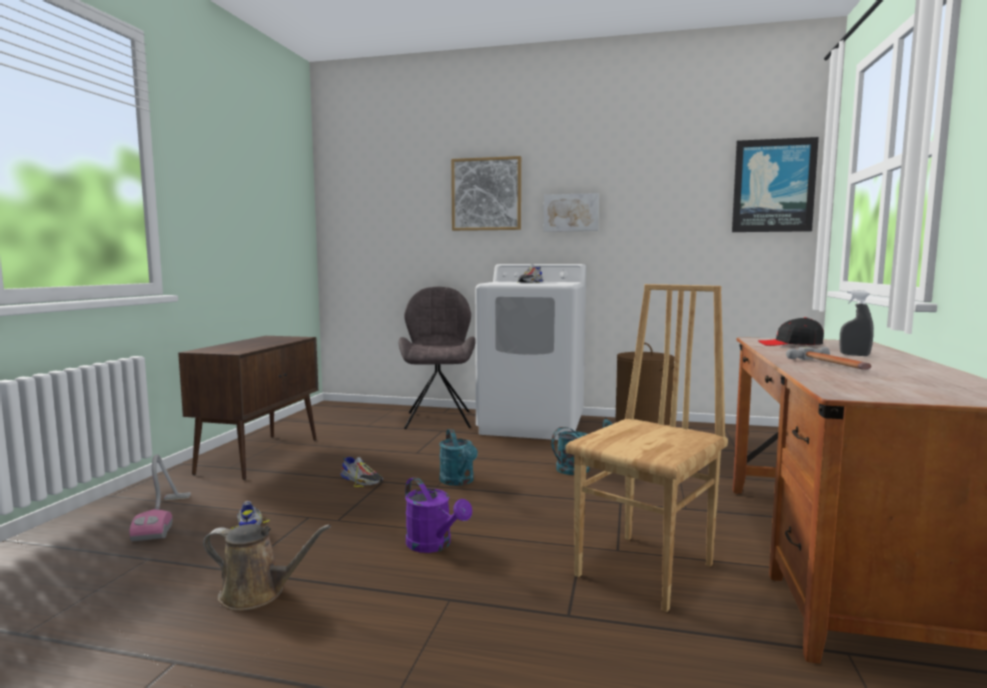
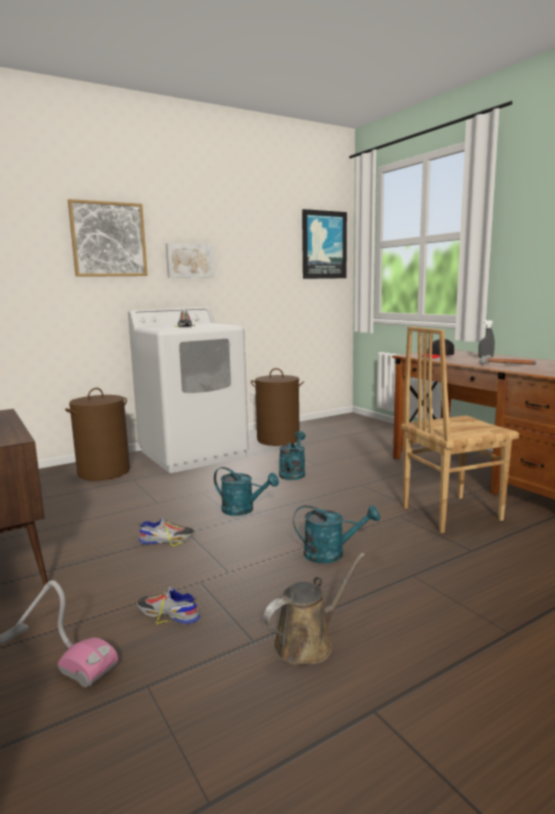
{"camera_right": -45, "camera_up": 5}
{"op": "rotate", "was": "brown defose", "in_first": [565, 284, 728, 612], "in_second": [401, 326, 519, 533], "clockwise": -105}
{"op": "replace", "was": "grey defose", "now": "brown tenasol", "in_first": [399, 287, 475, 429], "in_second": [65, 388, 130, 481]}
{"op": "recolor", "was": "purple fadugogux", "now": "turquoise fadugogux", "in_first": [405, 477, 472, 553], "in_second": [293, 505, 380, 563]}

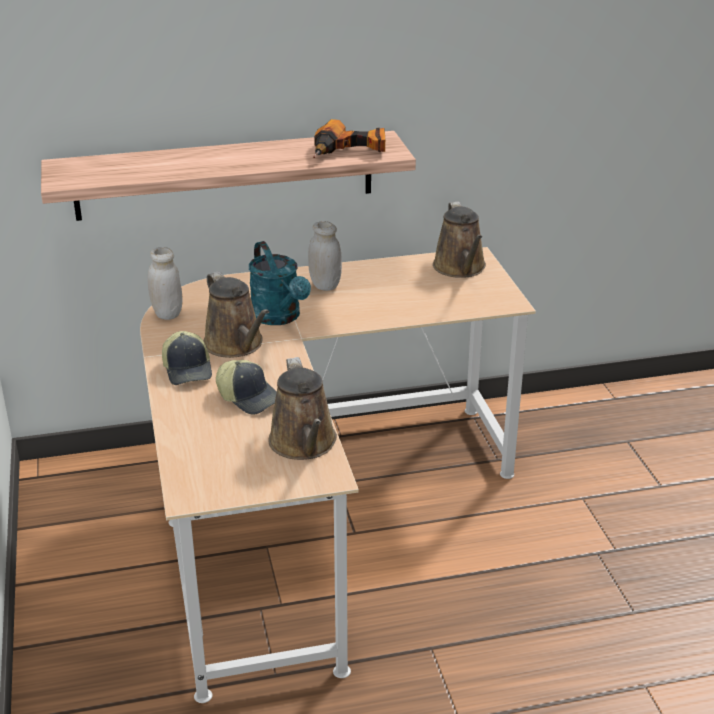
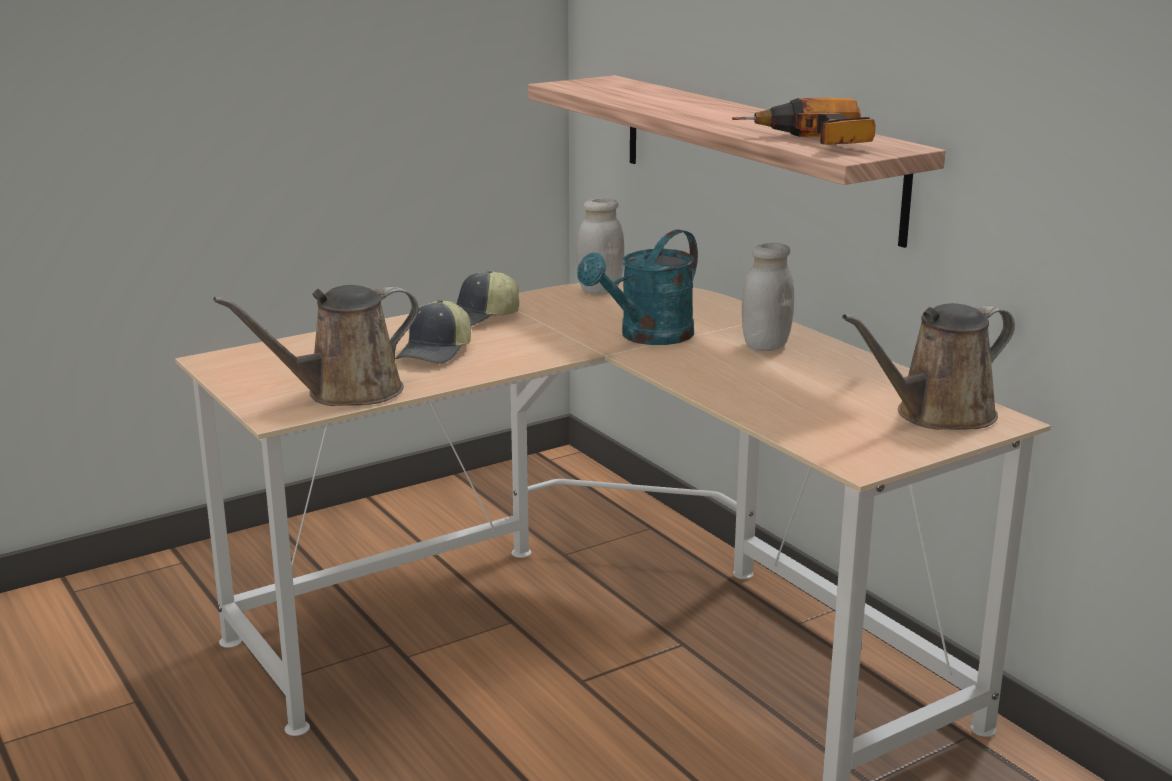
{"camera_right": 70, "camera_up": -10}
{"op": "delete", "was": "brown fadugogux", "in_first": [204, 271, 269, 358]}

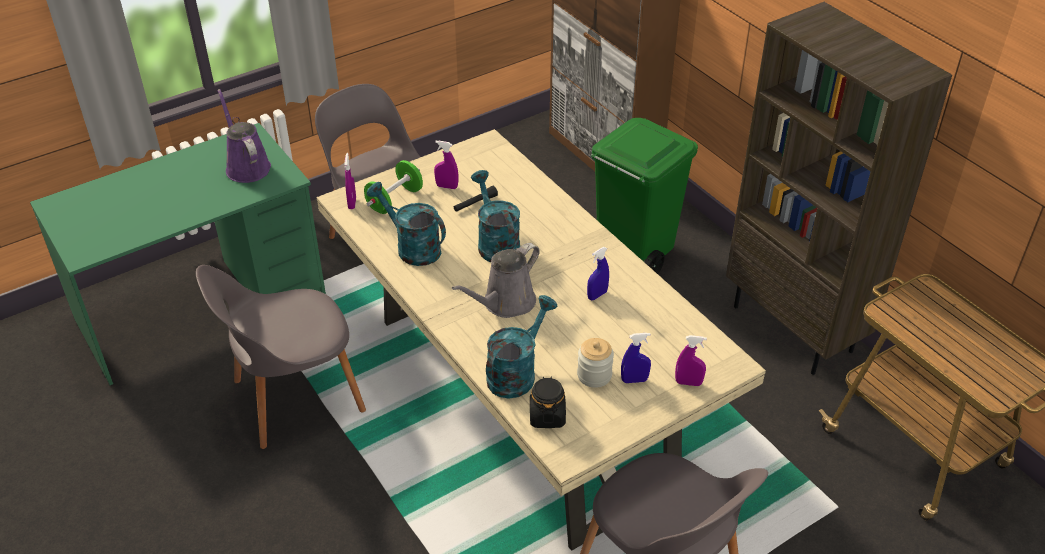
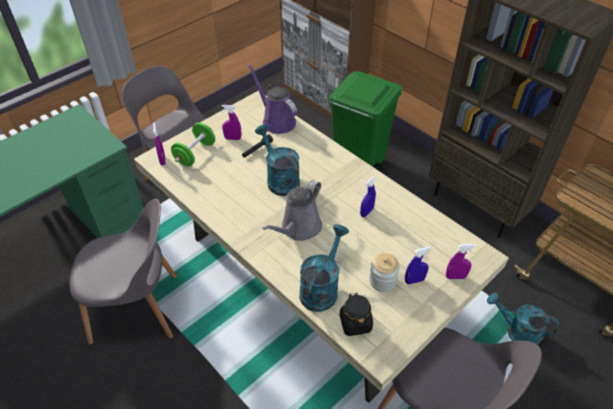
{"camera_right": -10, "camera_up": 5}
{"op": "move", "was": "purple fadugogux", "in_first": [217, 89, 271, 183], "in_second": [248, 64, 297, 134]}
{"op": "move", "was": "turquoise fadugogux", "in_first": [367, 182, 446, 266], "in_second": [487, 293, 559, 345]}
{"op": "rotate", "was": "grey defose", "in_first": [196, 265, 366, 449], "in_second": [70, 199, 177, 345], "clockwise": -150}

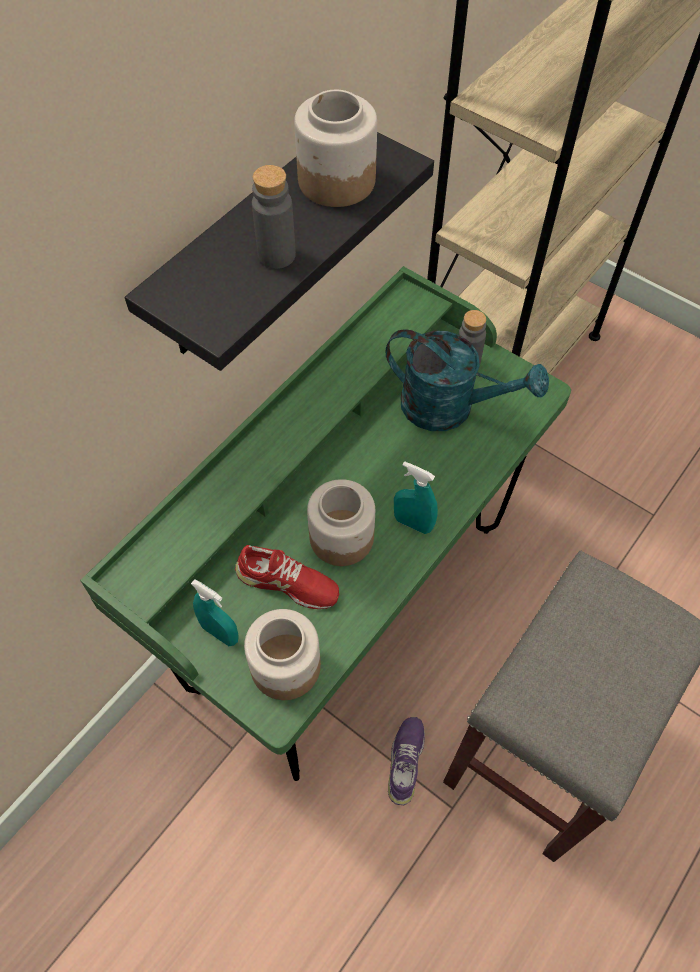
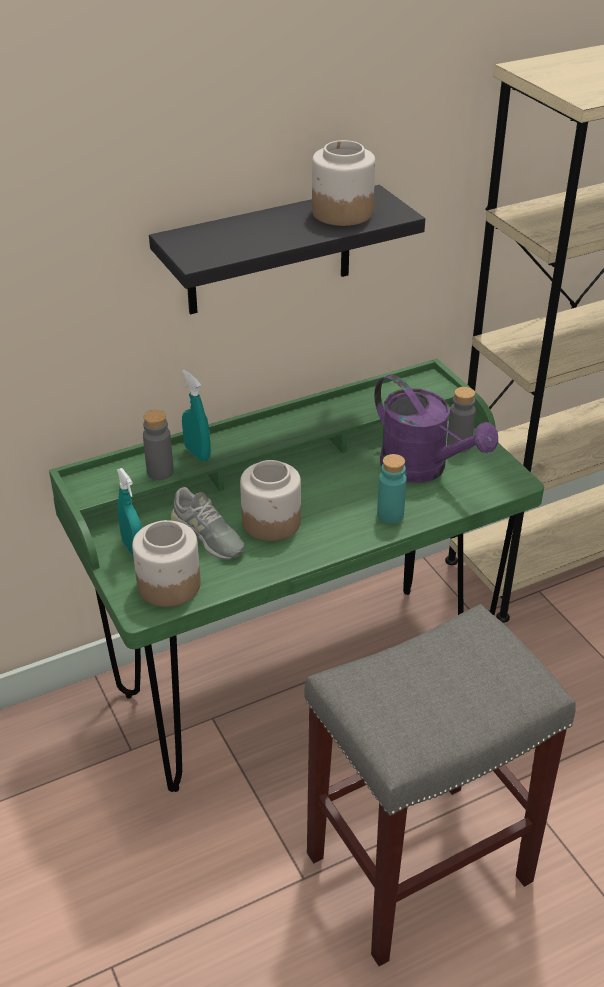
{"camera_right": 25, "camera_up": -20}
{"op": "move", "was": "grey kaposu", "in_first": [252, 165, 296, 269], "in_second": [143, 410, 174, 480]}
{"op": "recolor", "was": "turquoise fadugogux", "now": "purple fadugogux", "in_first": [385, 329, 549, 431], "in_second": [374, 374, 498, 483]}
{"op": "move", "was": "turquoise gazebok", "in_first": [394, 461, 438, 534], "in_second": [182, 370, 211, 461]}
{"op": "recolor", "was": "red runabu", "now": "grey runabu", "in_first": [235, 545, 339, 609], "in_second": [171, 487, 245, 559]}
{"op": "delete", "was": "purple runabu", "in_first": [388, 717, 425, 805]}
{"op": "insert", "now": "turquoise kaposu", "in_second": [377, 454, 407, 524]}

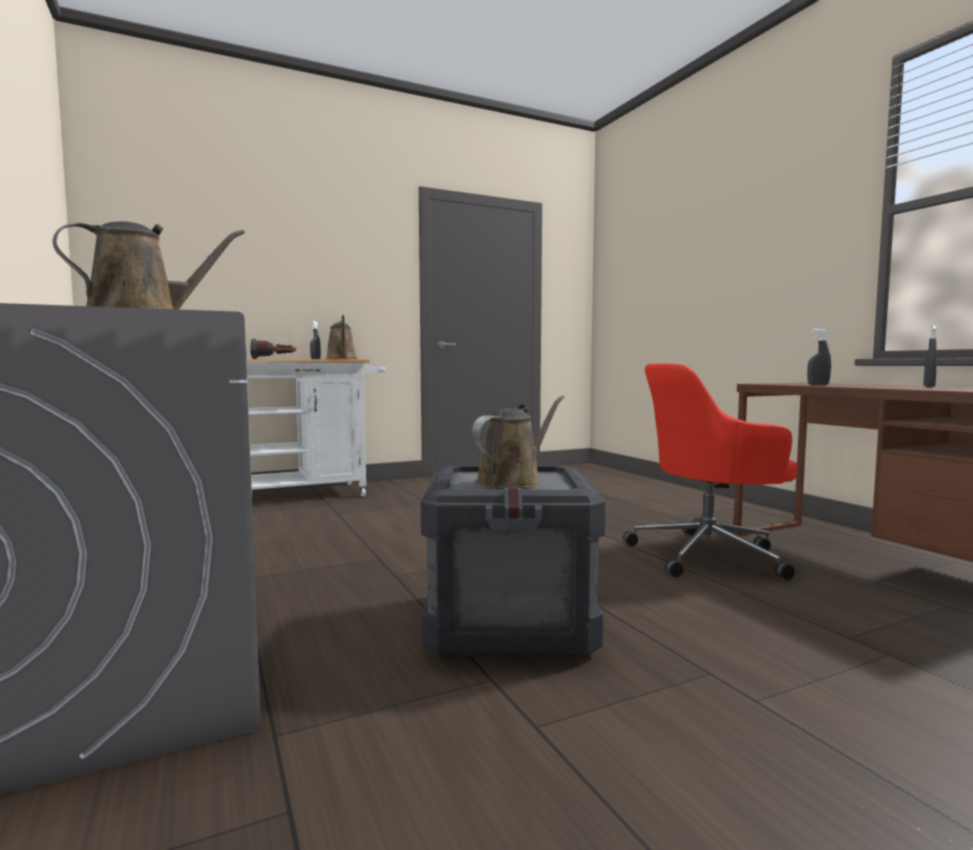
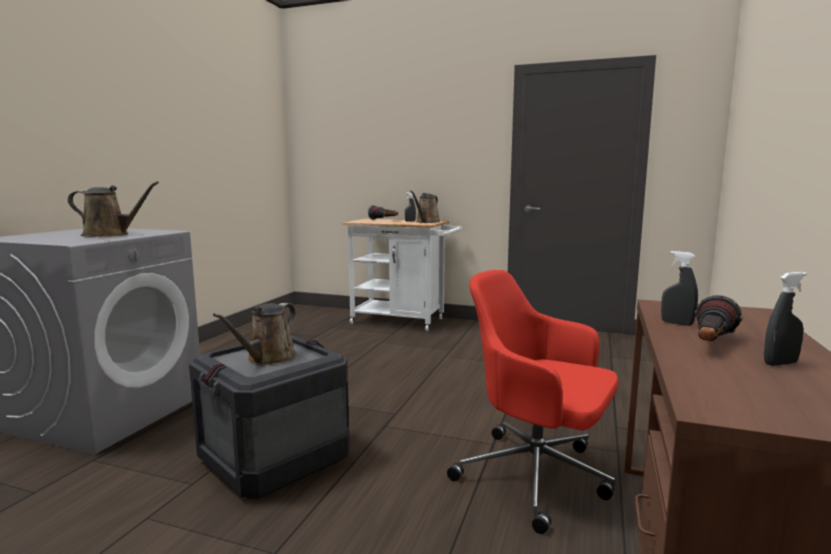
{"camera_right": 45, "camera_up": 5}
{"op": "rotate", "was": "brown fadugogux", "in_first": [472, 395, 564, 489], "in_second": [213, 303, 297, 365], "clockwise": 120}
{"op": "insert", "now": "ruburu", "in_second": [695, 295, 742, 341]}

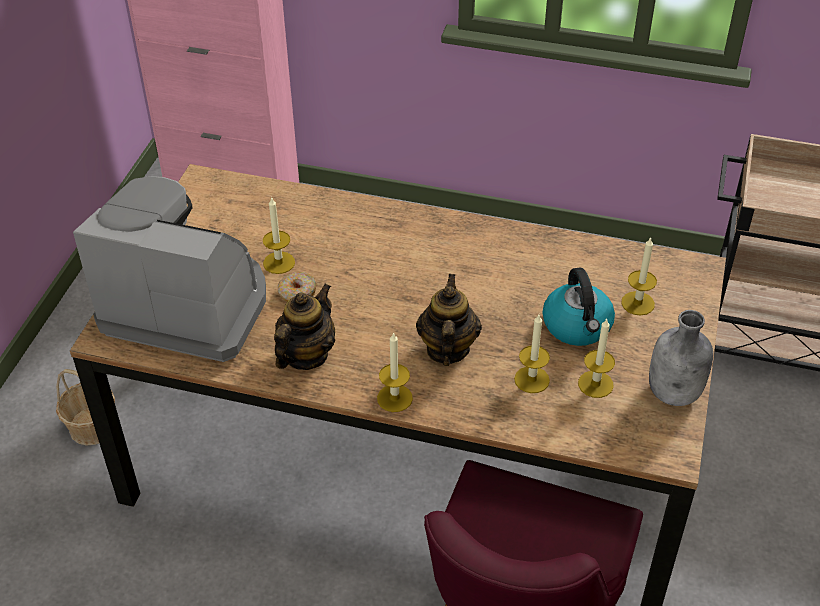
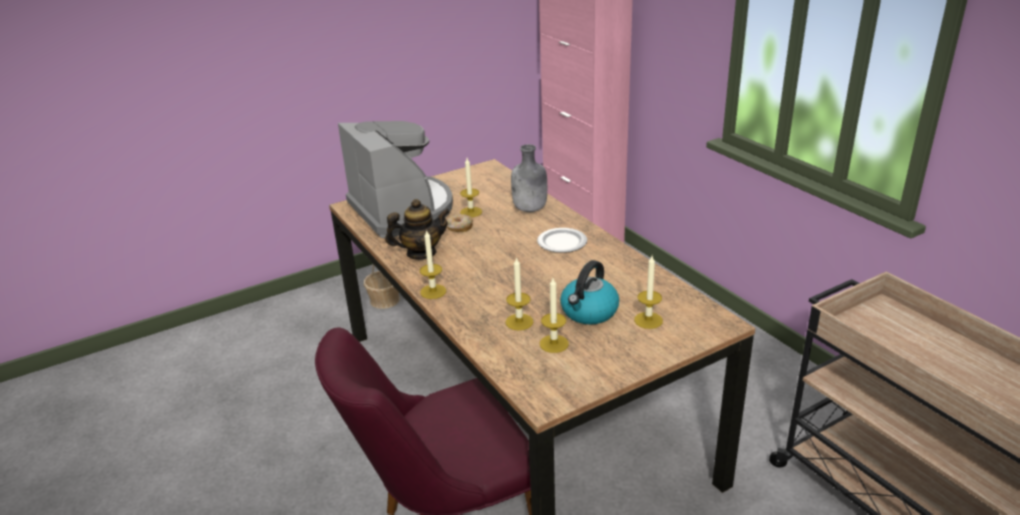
{"camera_right": 45, "camera_up": -15}
{"op": "delete", "was": "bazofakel", "in_first": [416, 274, 482, 366]}
{"op": "move", "was": "grey kaposu", "in_first": [649, 310, 713, 406], "in_second": [511, 144, 547, 212]}
{"op": "insert", "now": "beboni", "in_second": [537, 228, 587, 253]}

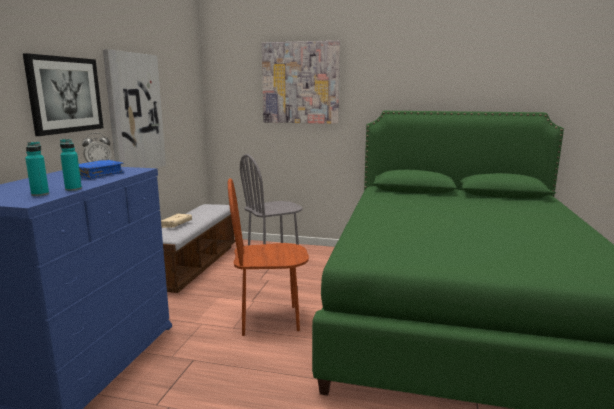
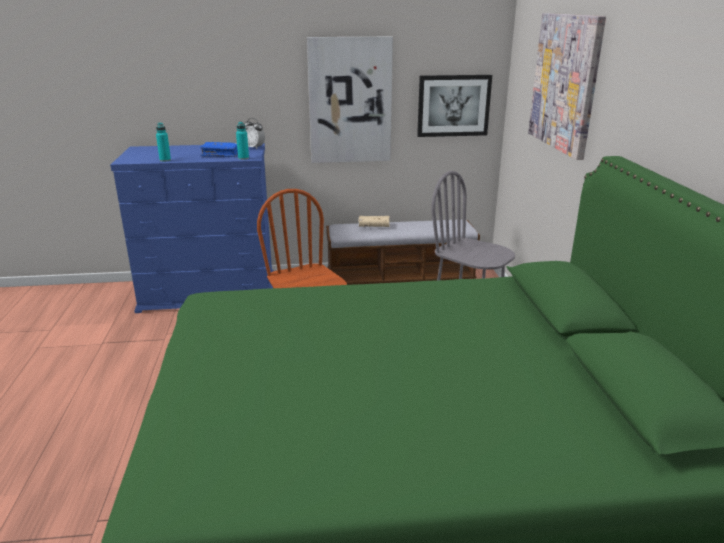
{"camera_right": 70, "camera_up": 10}
{"op": "move", "was": "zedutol", "in_first": [23, 53, 104, 136], "in_second": [417, 75, 492, 137]}
{"op": "move", "was": "turquoise kaposu", "in_first": [25, 142, 49, 196], "in_second": [236, 122, 249, 160]}

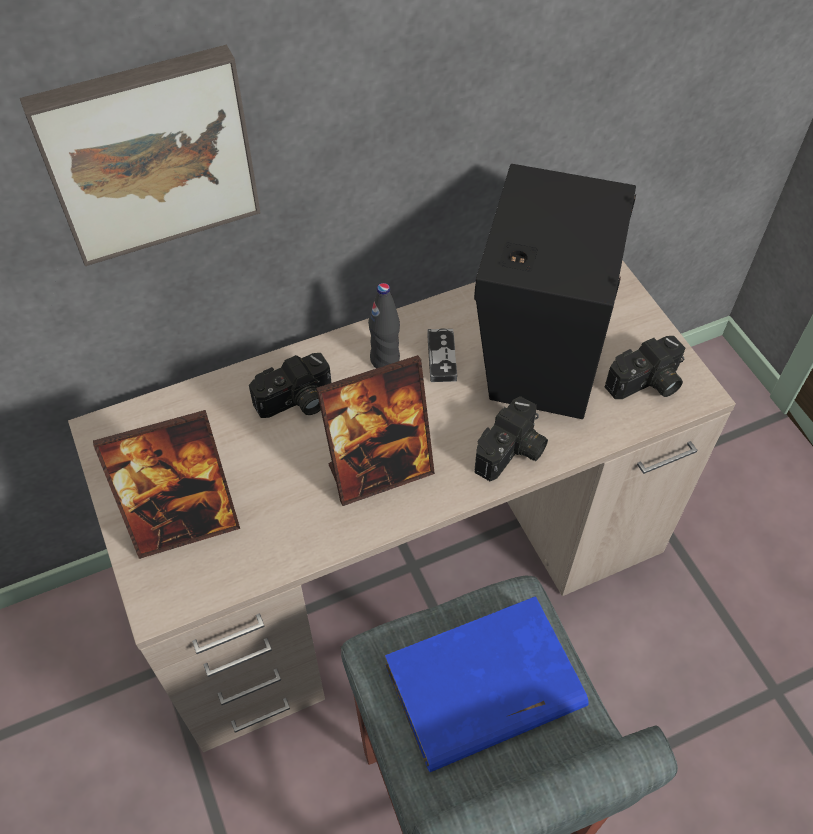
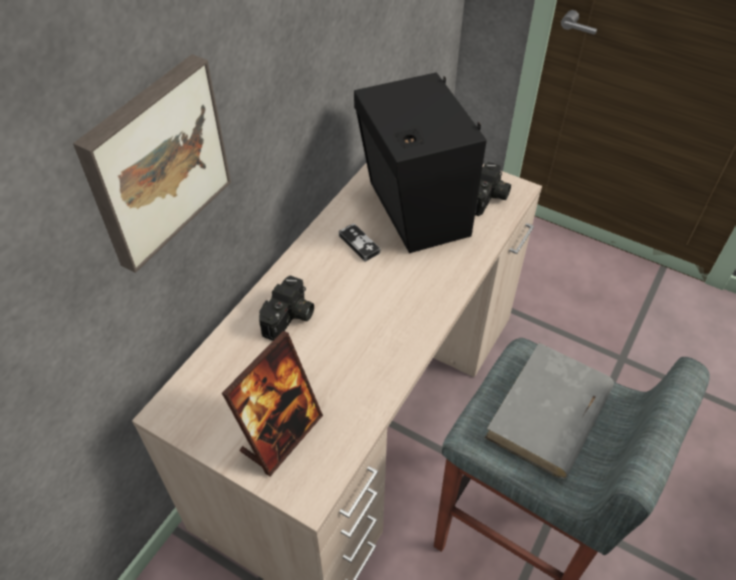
{"camera_right": -35, "camera_up": -5}
{"op": "delete", "was": "black kaposu", "in_first": [368, 283, 400, 368]}
{"op": "delete", "was": "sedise", "in_first": [316, 355, 435, 506]}
{"op": "delete", "was": "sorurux", "in_first": [475, 396, 548, 481]}
{"op": "recolor", "was": "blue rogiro", "now": "grey rogiro", "in_first": [384, 596, 589, 772], "in_second": [485, 343, 614, 479]}

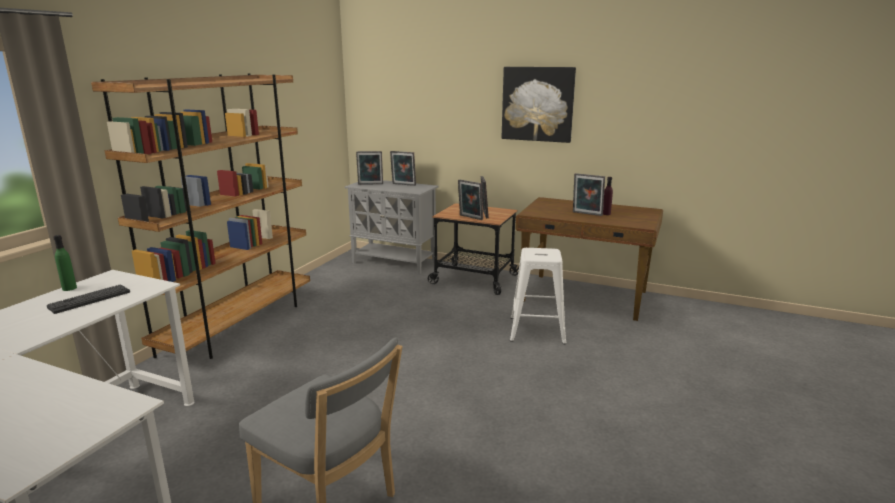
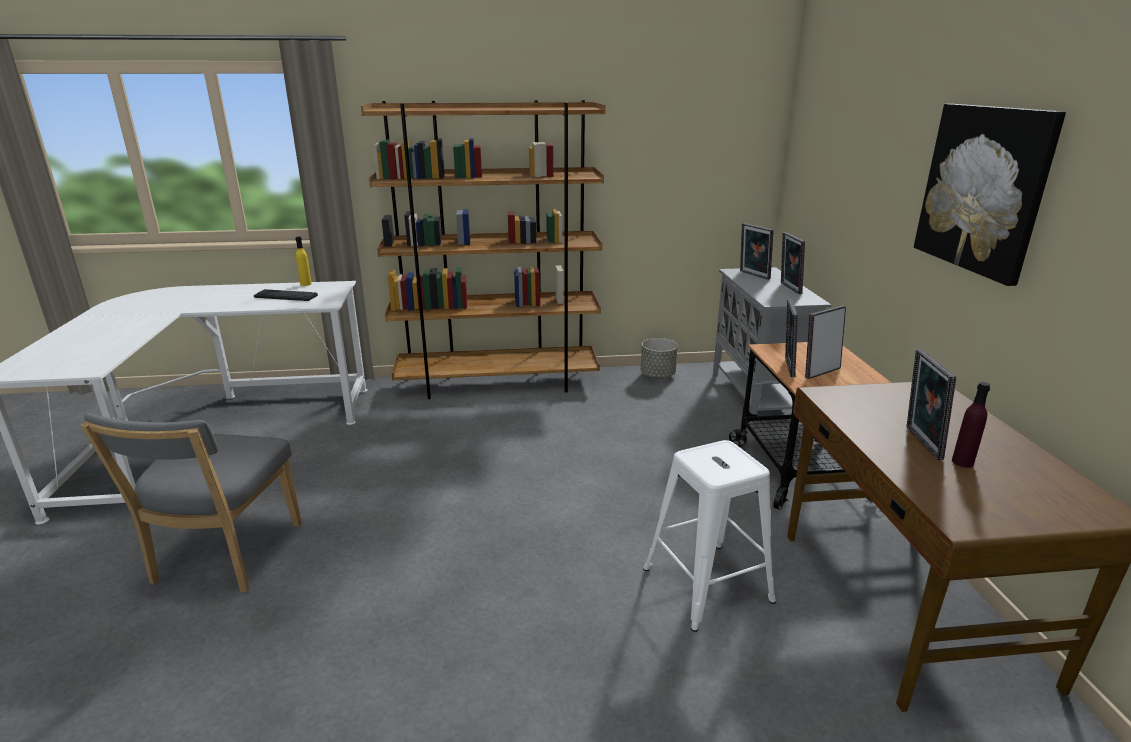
{"camera_right": 60, "camera_up": 5}
{"op": "recolor", "was": "green kaposu", "now": "yellow kaposu", "in_first": [54, 235, 77, 291], "in_second": [295, 236, 312, 286]}
{"op": "insert", "now": "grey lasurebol", "in_second": [641, 338, 678, 379]}

